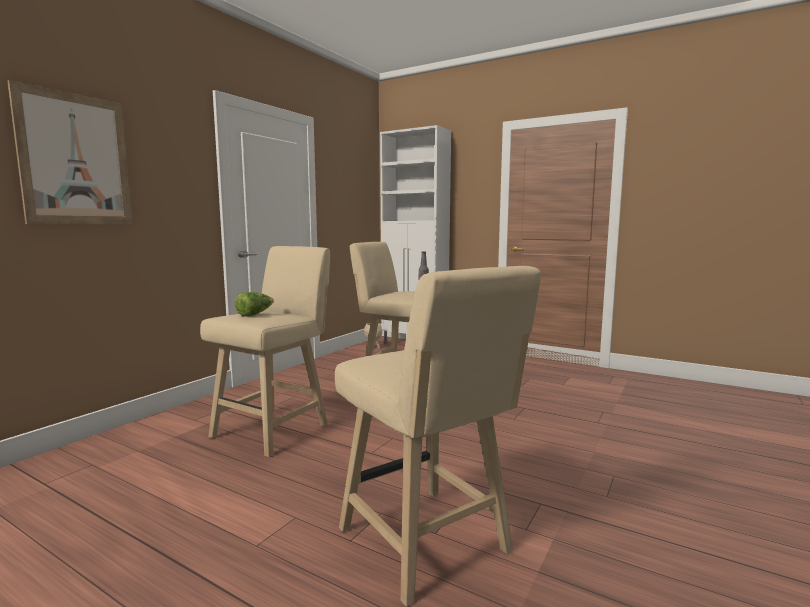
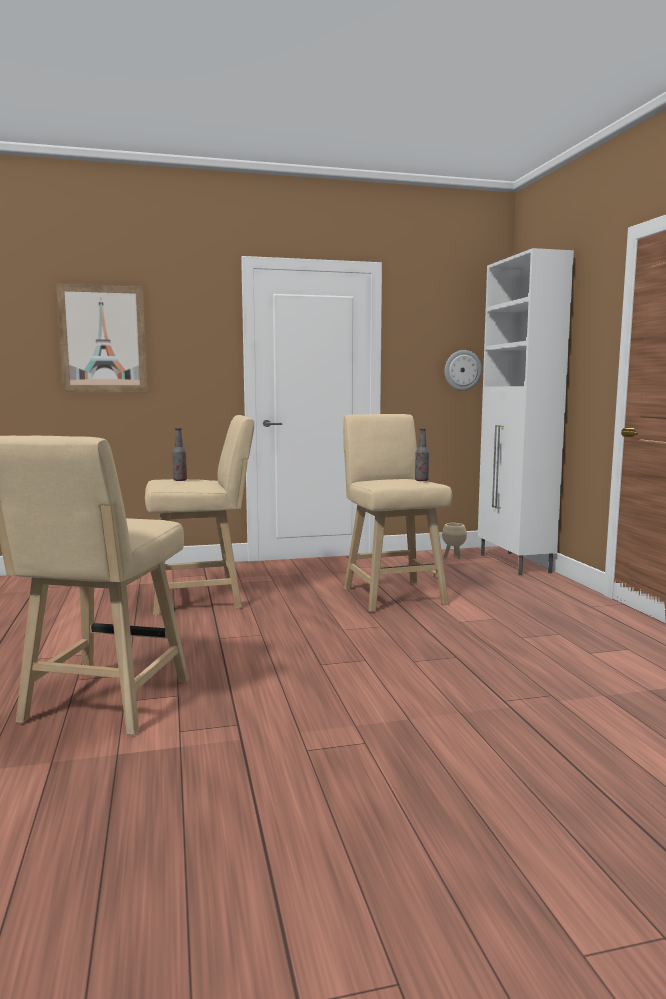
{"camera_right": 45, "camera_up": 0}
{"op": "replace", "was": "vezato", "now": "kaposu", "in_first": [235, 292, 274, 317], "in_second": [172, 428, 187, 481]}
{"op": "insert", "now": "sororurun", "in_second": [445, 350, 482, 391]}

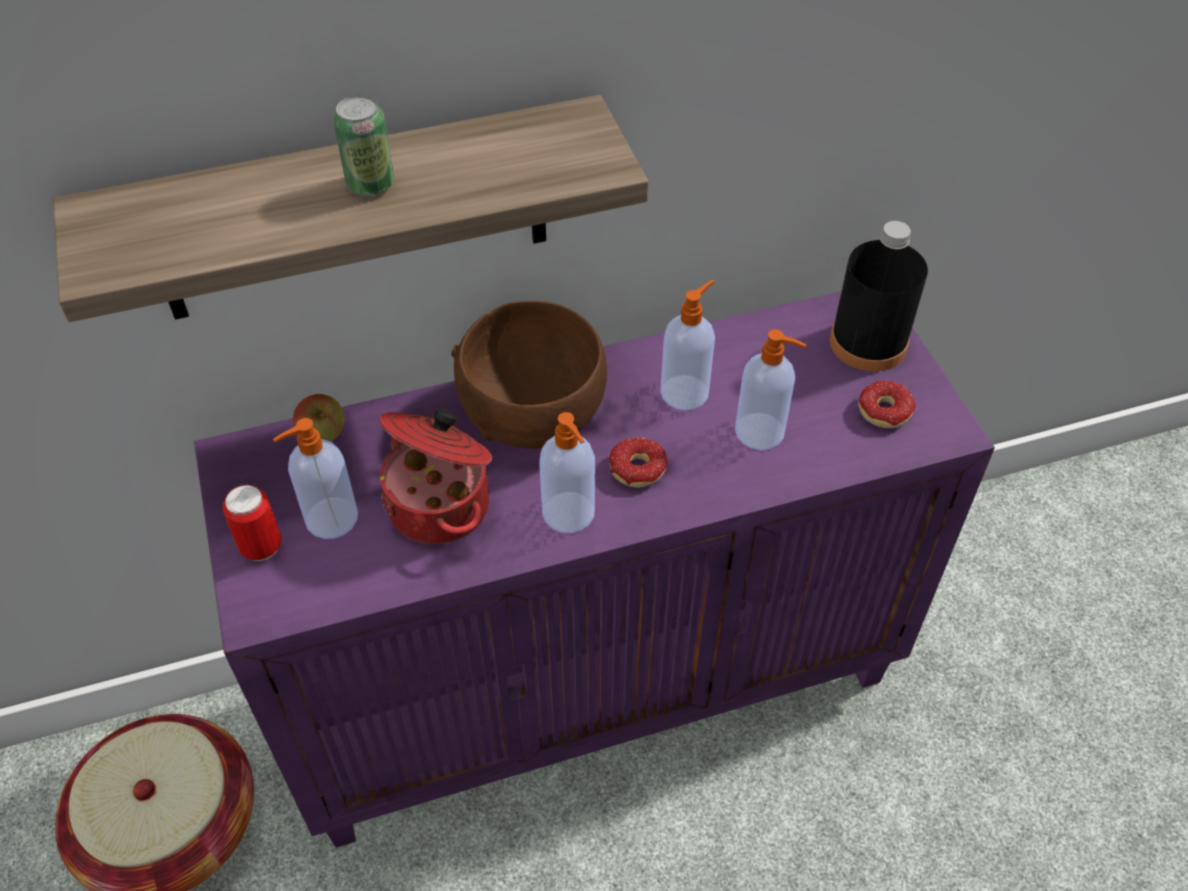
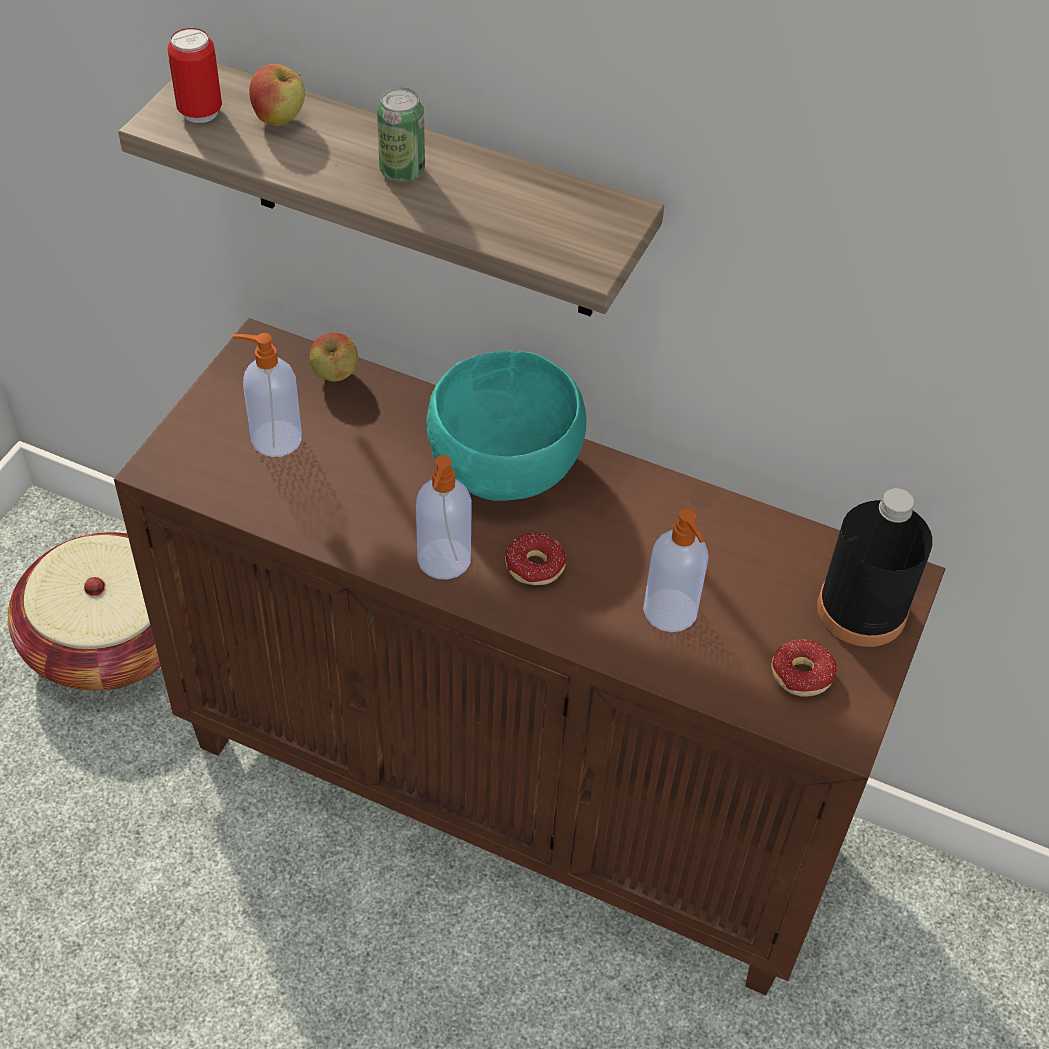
{"camera_right": 40, "camera_up": 0}
{"op": "delete", "was": "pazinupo", "in_first": [660, 280, 715, 410]}
{"op": "recolor", "was": "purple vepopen", "now": "brown vepopen", "in_first": [194, 291, 995, 848], "in_second": [114, 318, 945, 995]}
{"op": "recolor", "was": "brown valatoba", "now": "turquoise valatoba", "in_first": [451, 301, 607, 449], "in_second": [427, 350, 586, 501]}
{"op": "delete", "was": "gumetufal", "in_first": [379, 408, 492, 544]}
{"op": "move", "was": "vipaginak", "in_first": [223, 485, 282, 561], "in_second": [167, 28, 222, 123]}
{"op": "insert", "now": "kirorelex", "in_second": [249, 64, 305, 126]}

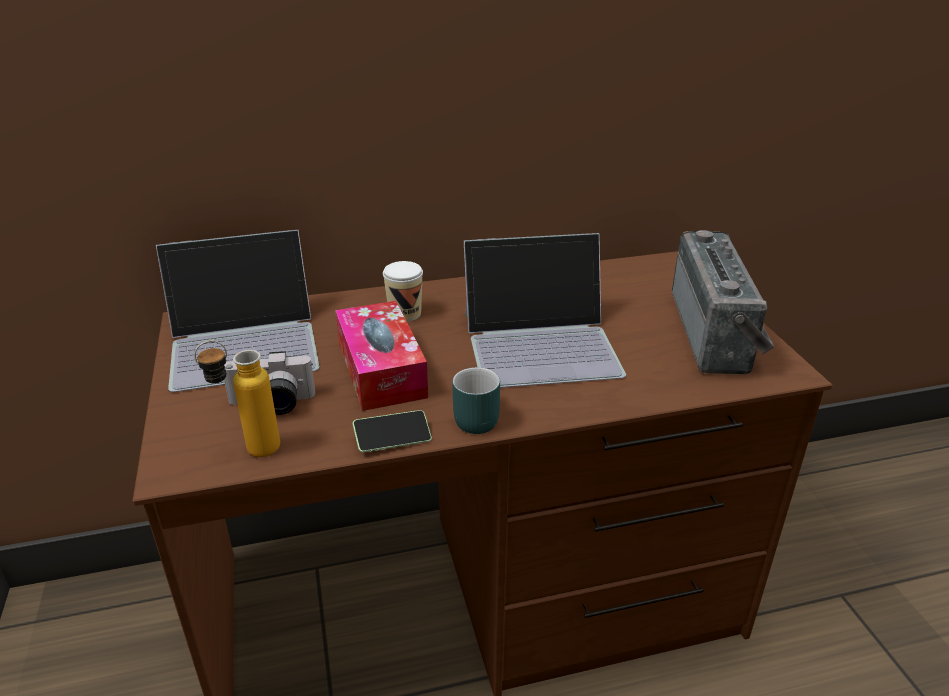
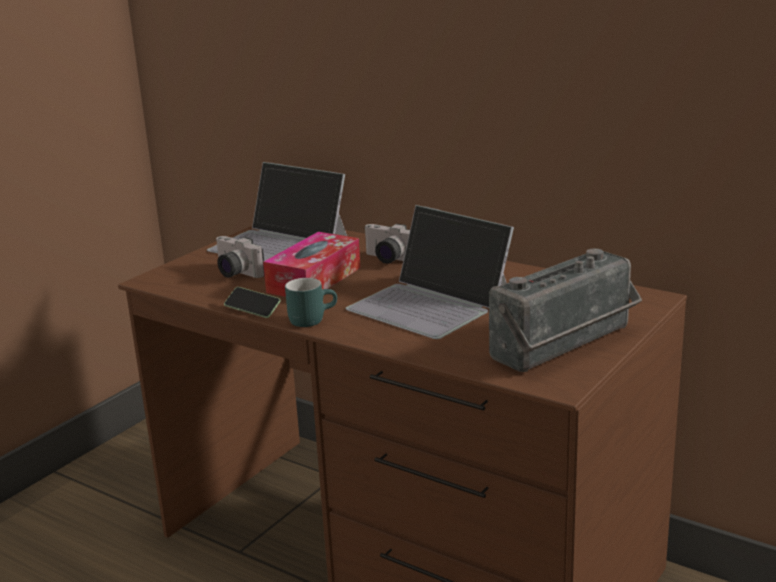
{"camera_right": 50, "camera_up": -10}
{"op": "replace", "was": "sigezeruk", "now": "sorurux", "in_first": [383, 261, 423, 322], "in_second": [365, 224, 410, 264]}
{"op": "delete", "was": "kaposu", "in_first": [194, 341, 280, 457]}

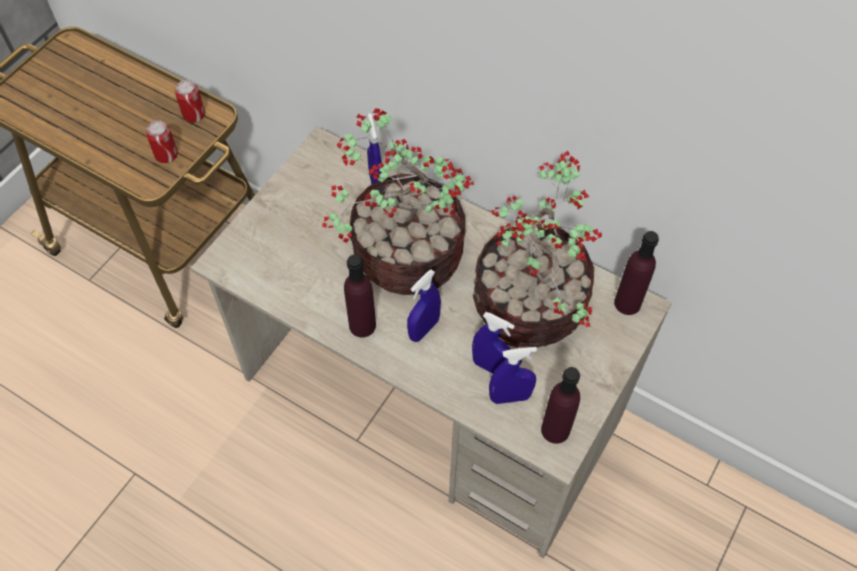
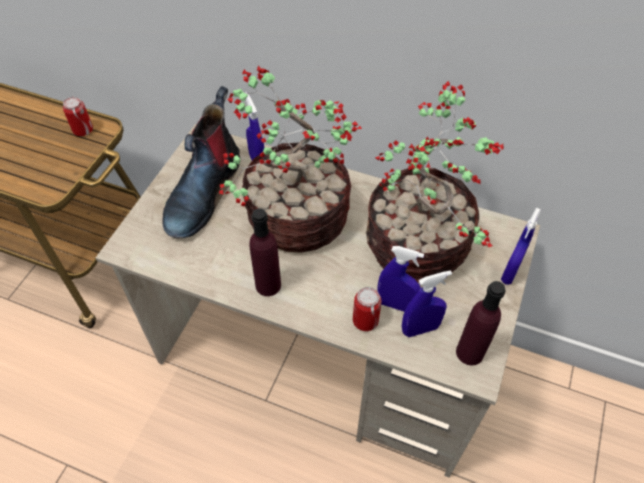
{"camera_right": -10, "camera_up": -5}
{"op": "move", "was": "vipaginak", "in_first": [146, 120, 178, 163], "in_second": [353, 287, 381, 331]}
{"op": "delete", "was": "purple kaposu", "in_first": [614, 231, 659, 315]}
{"op": "move", "was": "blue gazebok", "in_first": [407, 269, 441, 342], "in_second": [501, 208, 541, 285]}
{"op": "insert", "now": "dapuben", "in_second": [162, 86, 240, 239]}

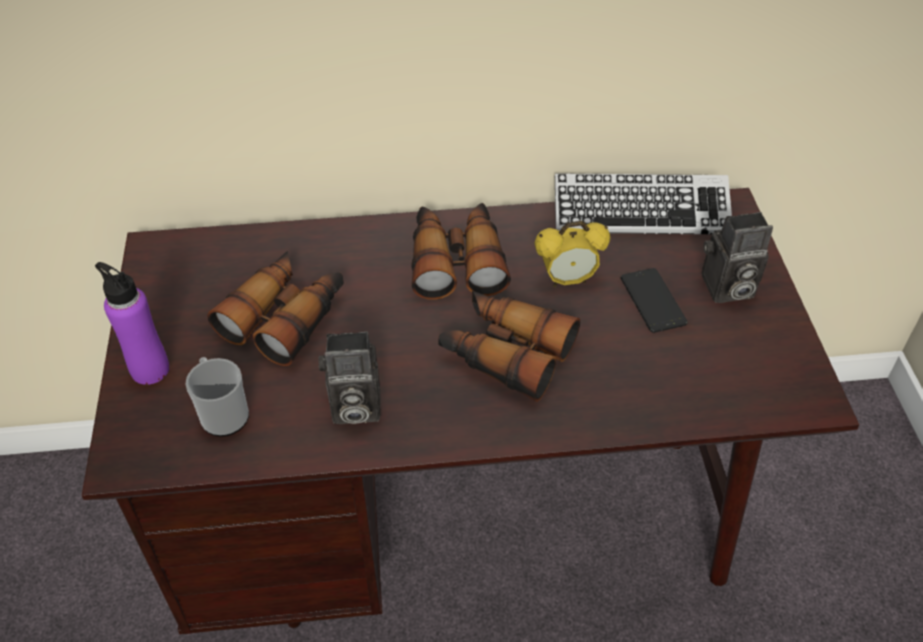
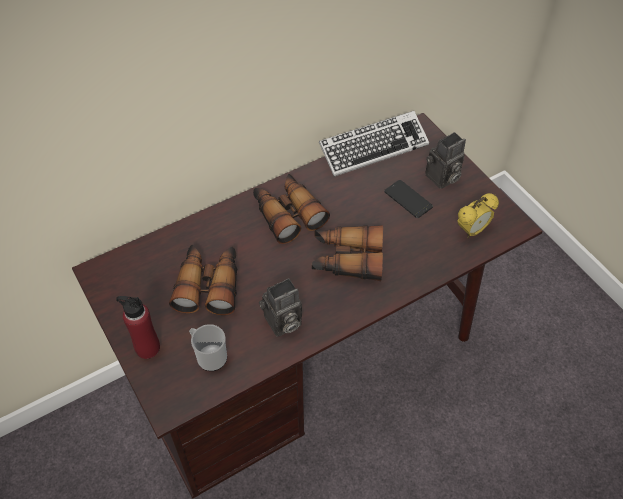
{"camera_right": -25, "camera_up": 5}
{"op": "move", "was": "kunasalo", "in_first": [534, 221, 611, 287], "in_second": [457, 193, 499, 238]}
{"op": "recolor", "was": "purple kaposu", "now": "red kaposu", "in_first": [95, 262, 169, 385], "in_second": [116, 296, 160, 359]}

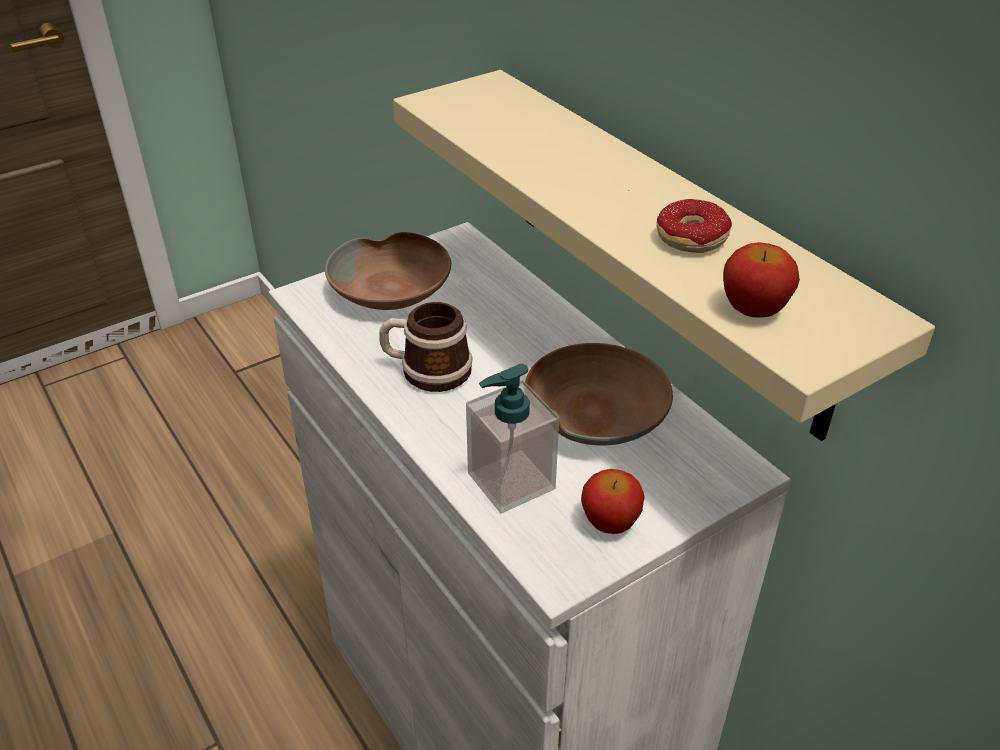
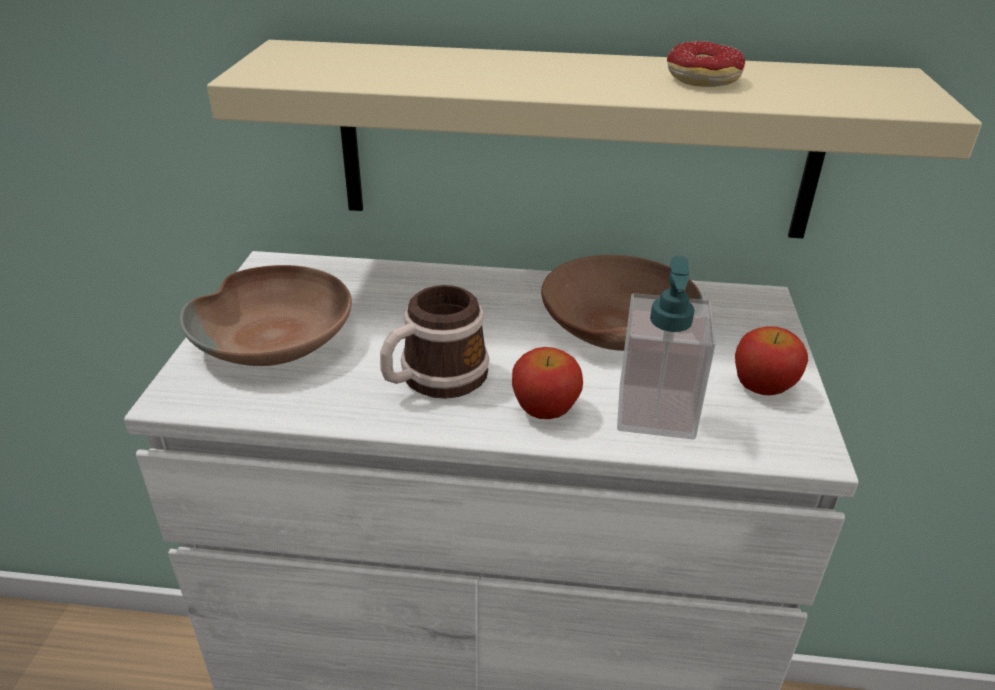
{"camera_right": -50, "camera_up": -5}
{"op": "move", "was": "kirorelex", "in_first": [723, 242, 800, 318], "in_second": [512, 347, 583, 419]}

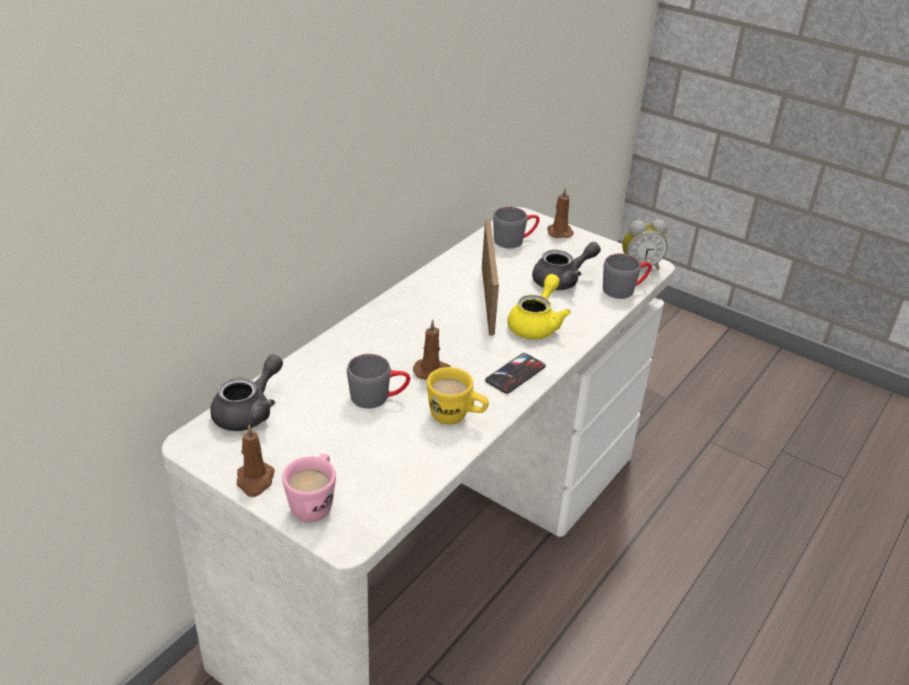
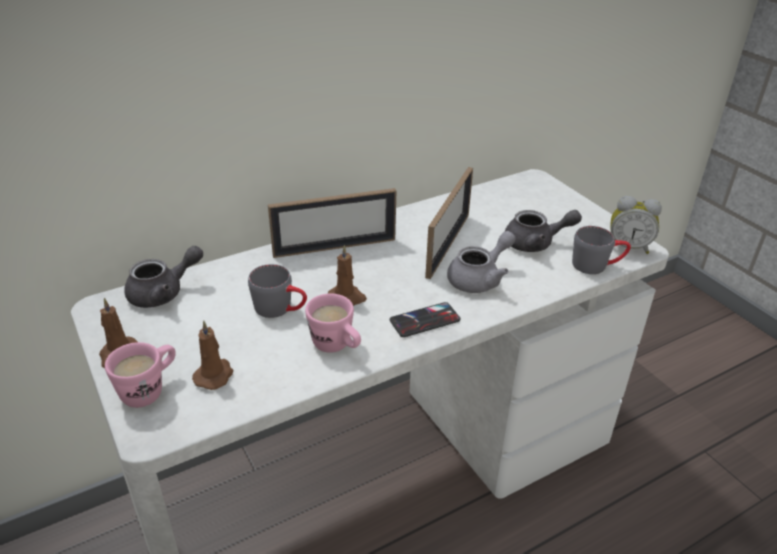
{"camera_right": 25, "camera_up": 0}
{"op": "move", "was": "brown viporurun", "in_first": [547, 187, 574, 238], "in_second": [192, 321, 233, 390]}
{"op": "delete", "was": "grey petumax", "in_first": [493, 207, 539, 248]}
{"op": "recolor", "was": "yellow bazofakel", "now": "grey bazofakel", "in_first": [507, 274, 571, 339], "in_second": [447, 231, 516, 293]}
{"op": "recolor", "was": "yellow petumax", "now": "pink petumax", "in_first": [427, 367, 489, 425], "in_second": [305, 293, 361, 353]}
{"op": "insert", "now": "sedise", "in_second": [268, 188, 396, 258]}

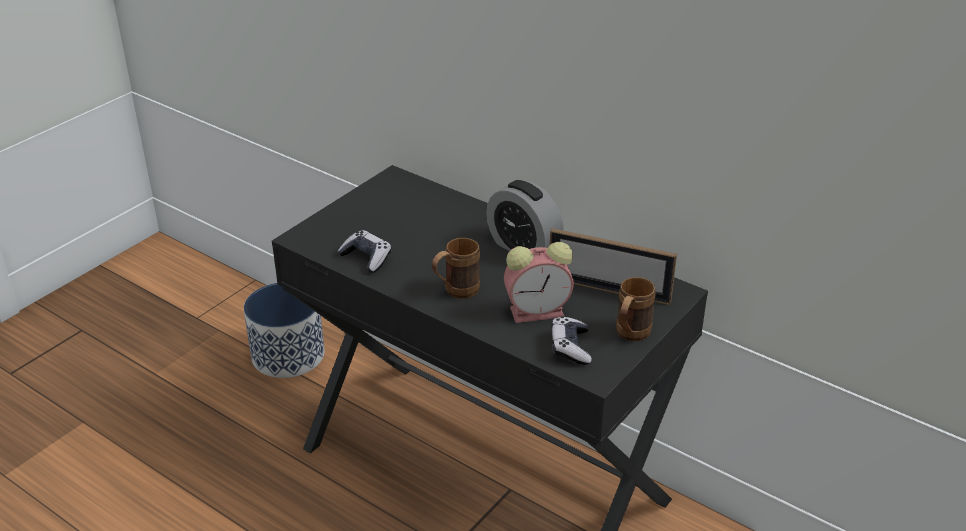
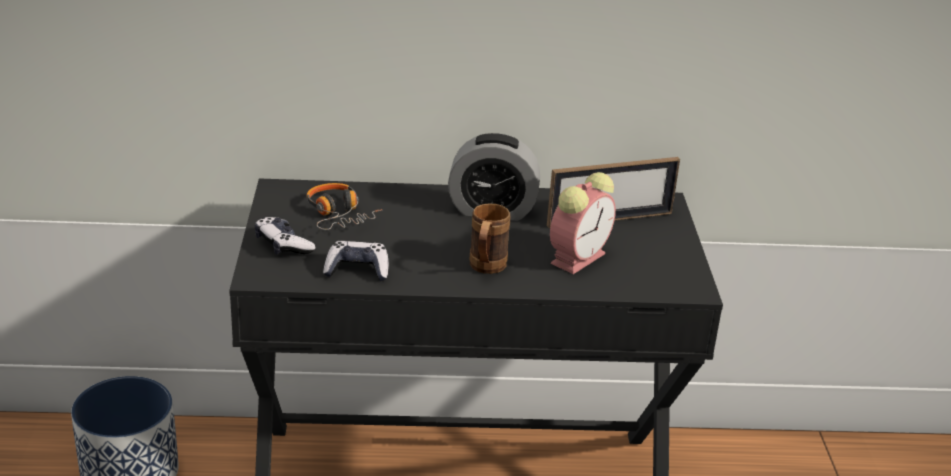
{"camera_right": -40, "camera_up": -5}
{"op": "delete", "was": "brown petumax", "in_first": [616, 277, 656, 341]}
{"op": "move", "was": "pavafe", "in_first": [551, 316, 592, 365], "in_second": [255, 217, 316, 255]}
{"op": "insert", "now": "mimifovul", "in_second": [306, 183, 382, 230]}

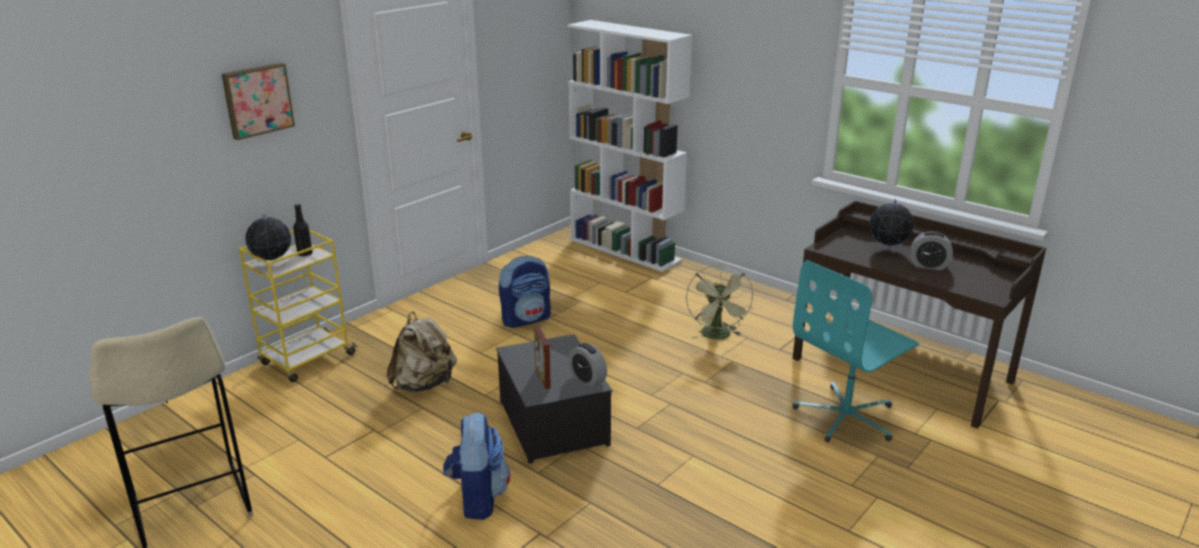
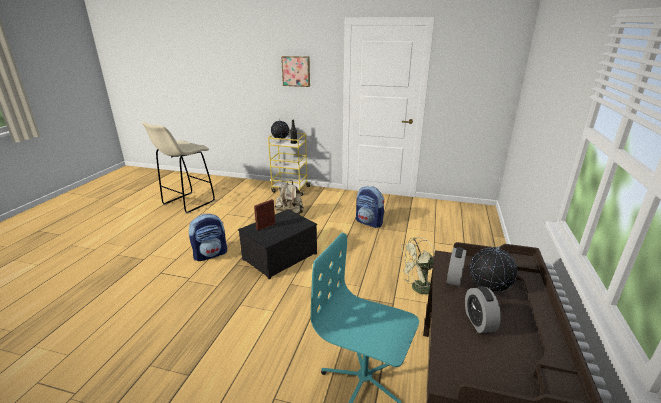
{"camera_right": 65, "camera_up": 0}
{"op": "delete", "was": "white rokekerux", "in_first": [568, 20, 692, 272]}
{"op": "move", "was": "kunasalo", "in_first": [568, 343, 607, 387], "in_second": [447, 247, 467, 287]}

